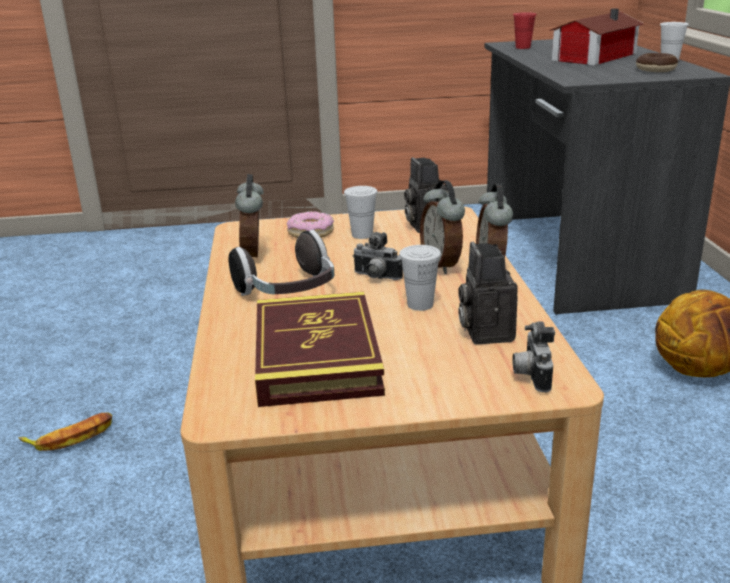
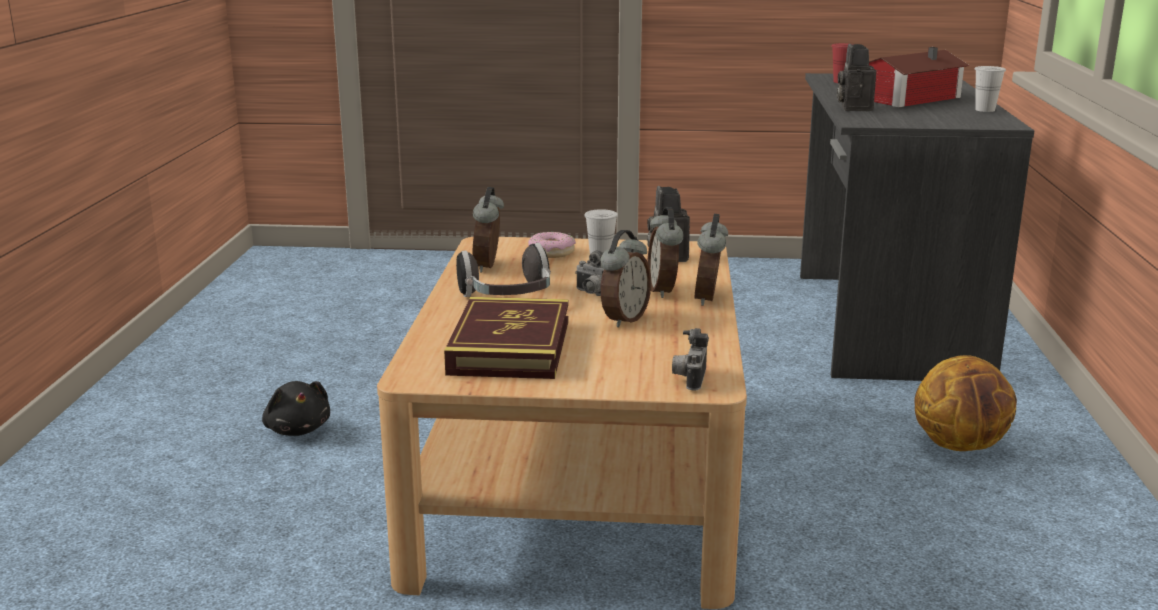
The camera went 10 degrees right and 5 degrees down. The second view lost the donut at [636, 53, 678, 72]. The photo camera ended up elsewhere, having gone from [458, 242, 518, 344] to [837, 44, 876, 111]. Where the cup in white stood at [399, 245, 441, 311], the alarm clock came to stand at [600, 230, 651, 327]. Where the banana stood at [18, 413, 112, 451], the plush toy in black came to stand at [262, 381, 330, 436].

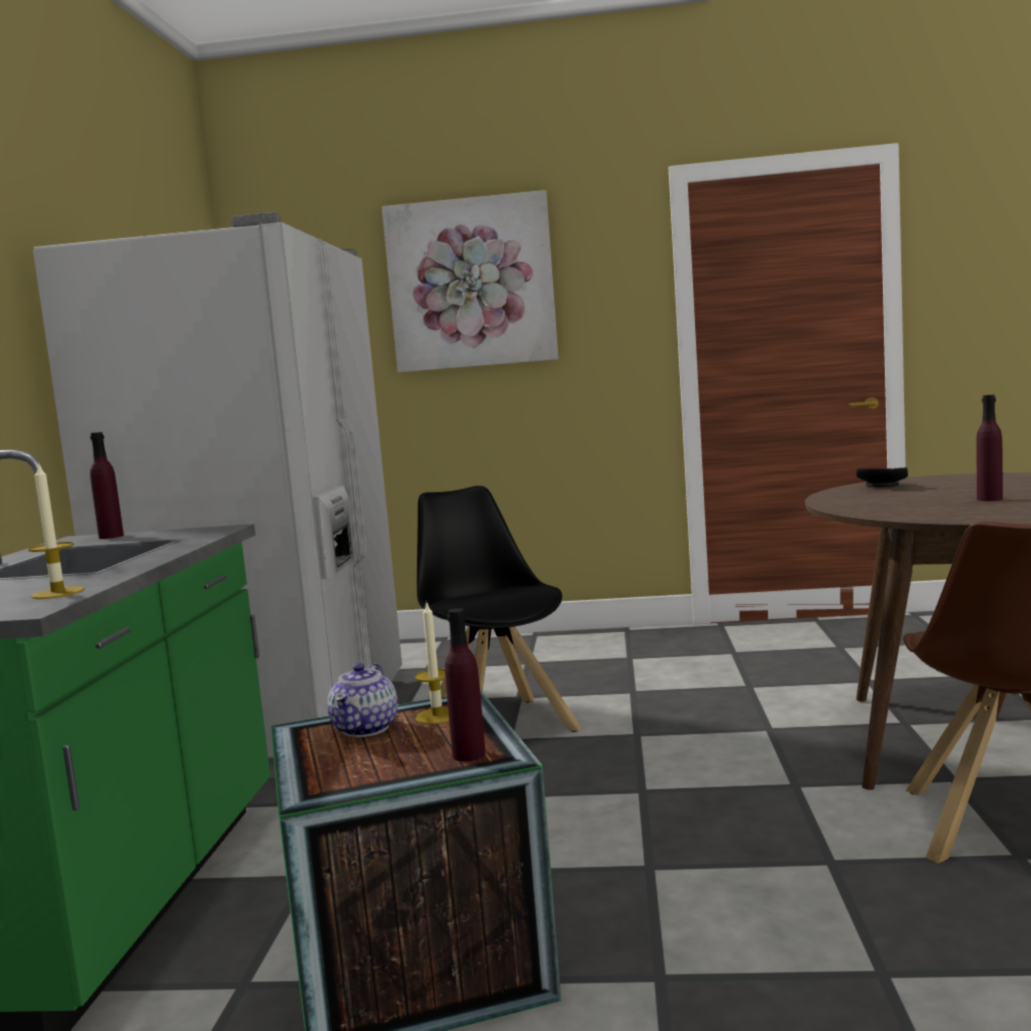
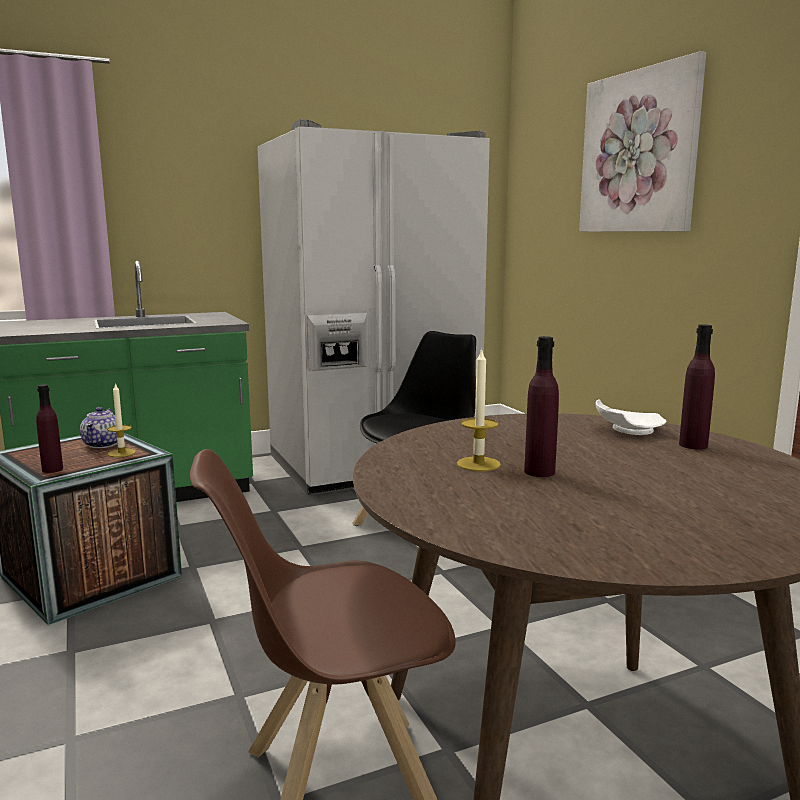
The camera went 60 degrees right and 5 degrees up. The bottle in purple ended up elsewhere, having gone from [90, 432, 124, 539] to [679, 324, 715, 449]. The candle ended up elsewhere, having gone from [28, 462, 85, 599] to [457, 348, 501, 471]. What was the plate in black at [856, 467, 908, 487] turned into the plate in white at [596, 399, 667, 435]. The teapot at [328, 663, 398, 737] ended up facing another way, 75 degrees counterclockwise from before.

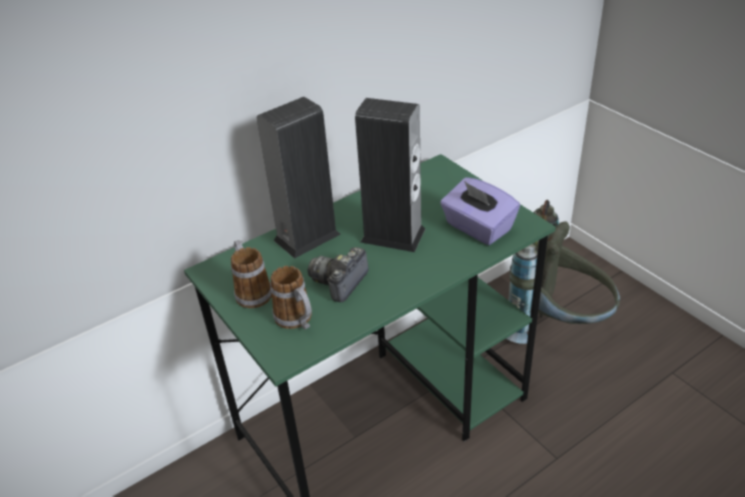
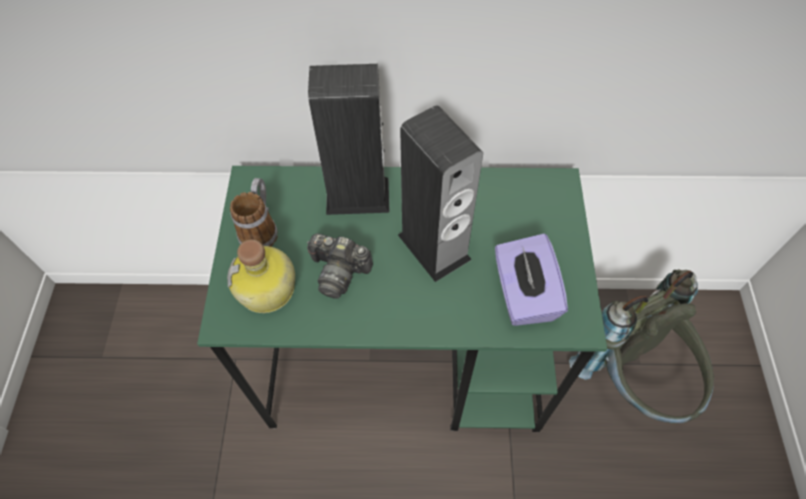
The camera went 35 degrees right and 20 degrees up. The photo camera at [308, 247, 369, 302] ended up facing another way, 135 degrees counterclockwise from before. Where the mug stood at [270, 266, 312, 330], the bottle came to stand at [227, 239, 295, 313].

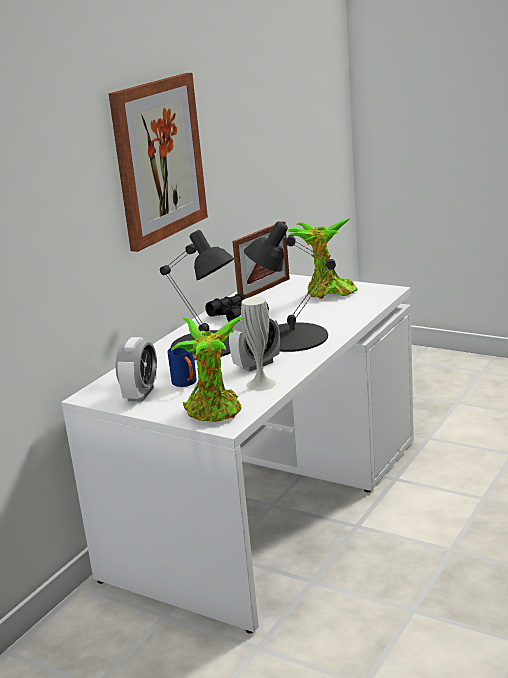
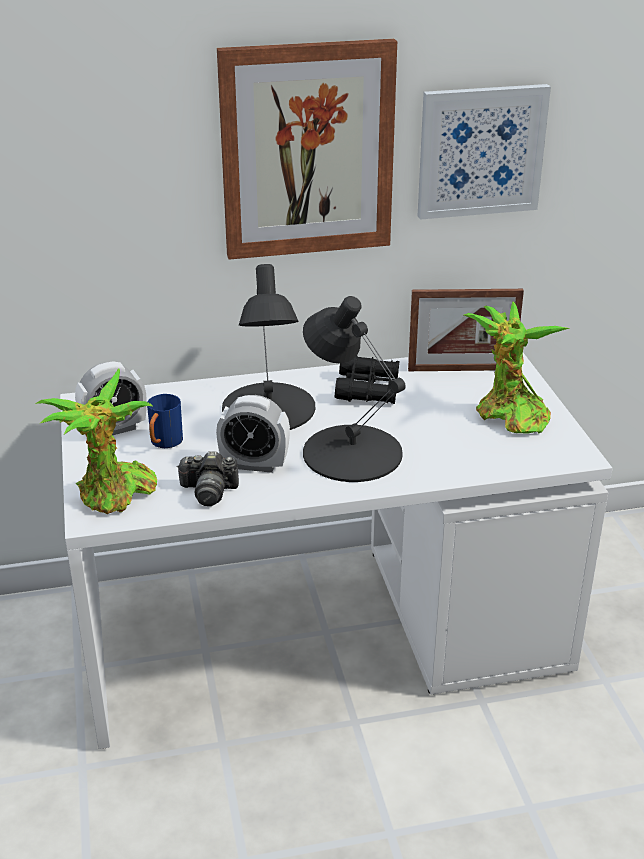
The camera went 45 degrees right and 10 degrees up. Where the vase in white stood at [241, 297, 276, 391], the photo camera came to stand at [176, 451, 239, 506]. The second view gained the picture at [418, 84, 551, 220].

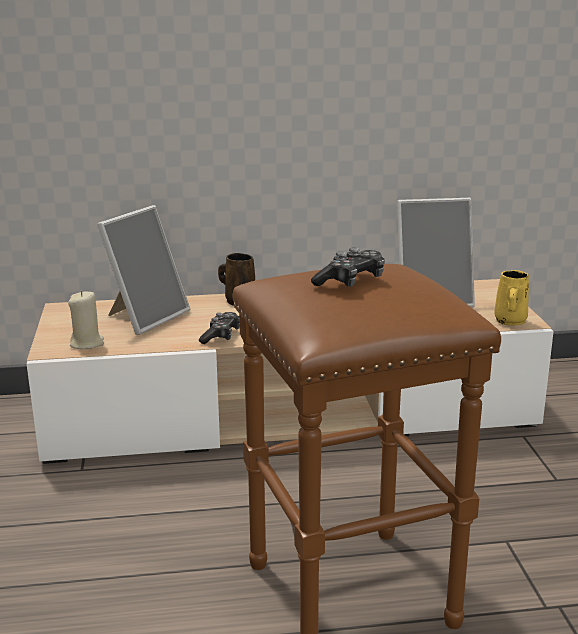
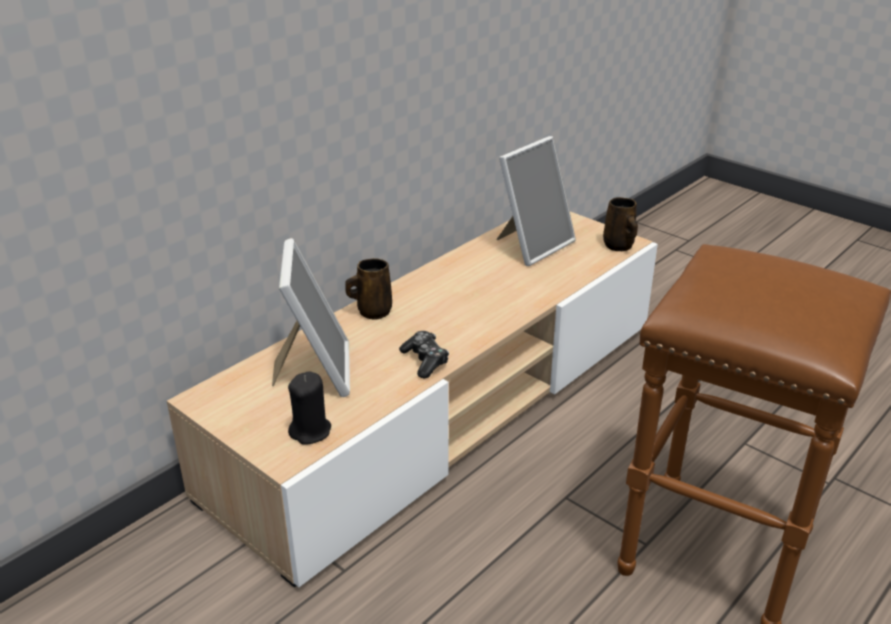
The camera went 40 degrees left and 10 degrees up. The second view lost the game controller at [311, 247, 385, 287]. What was the mug in yellow at [494, 270, 529, 326] turned into the mug in brown at [603, 197, 638, 251]. What was the candle in beige at [68, 291, 104, 349] turned into the candle in black at [288, 371, 331, 445].

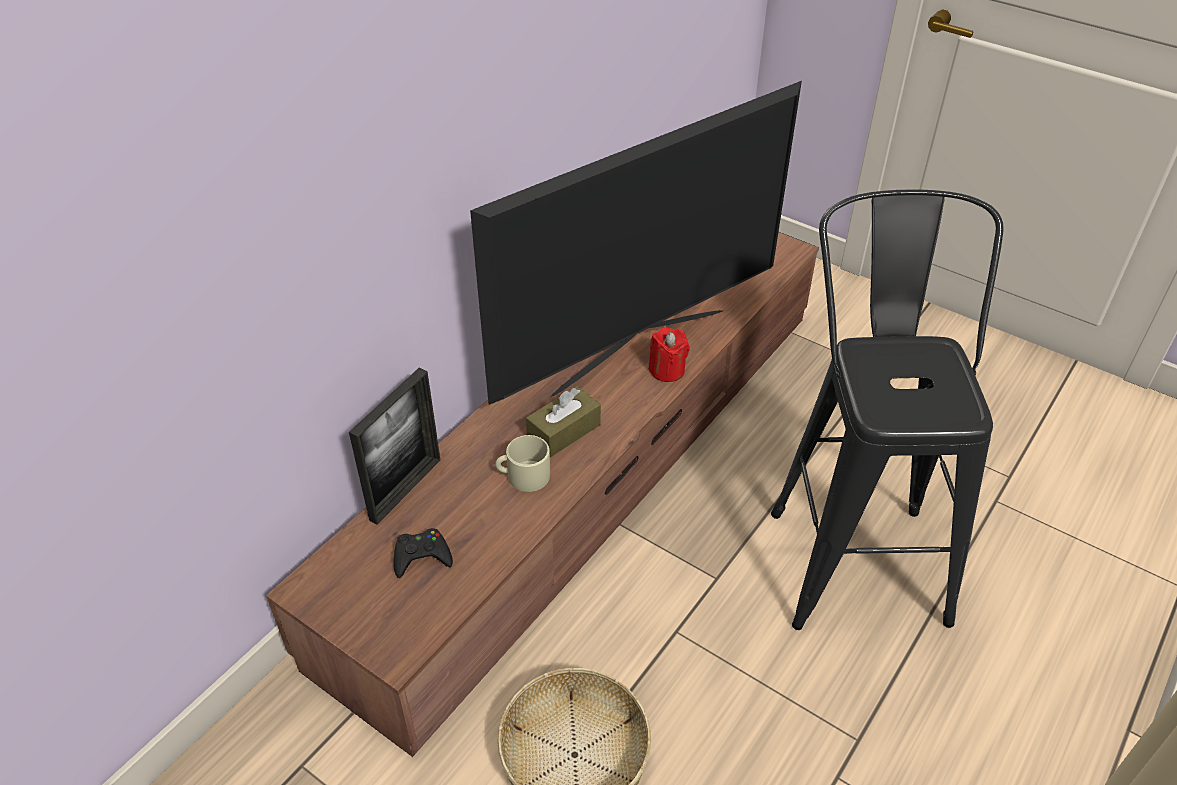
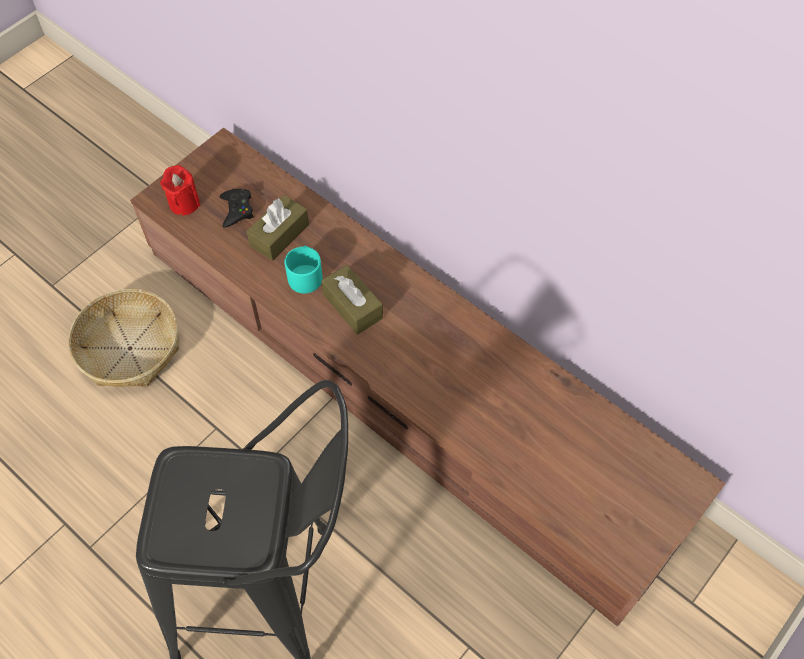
The camera went 95 degrees right and 15 degrees up. The second view lost the television at [470, 81, 802, 405]. The candle in red ended up elsewhere, having gone from [648, 327, 690, 382] to [160, 165, 200, 216]. The second view lost the picture frame at [349, 368, 440, 525]. What was the mug in beige at [495, 435, 550, 492] turned into the mug in turquoise at [284, 246, 322, 294]. The second view gained the tissue box in brown at [246, 195, 309, 261].

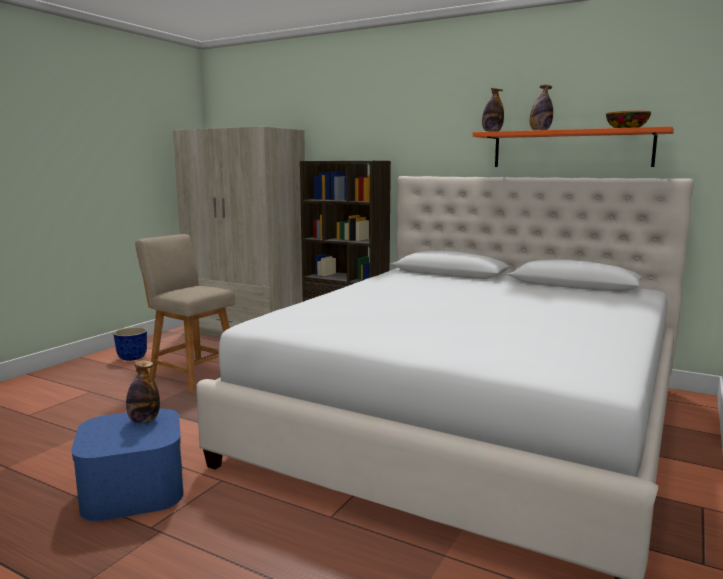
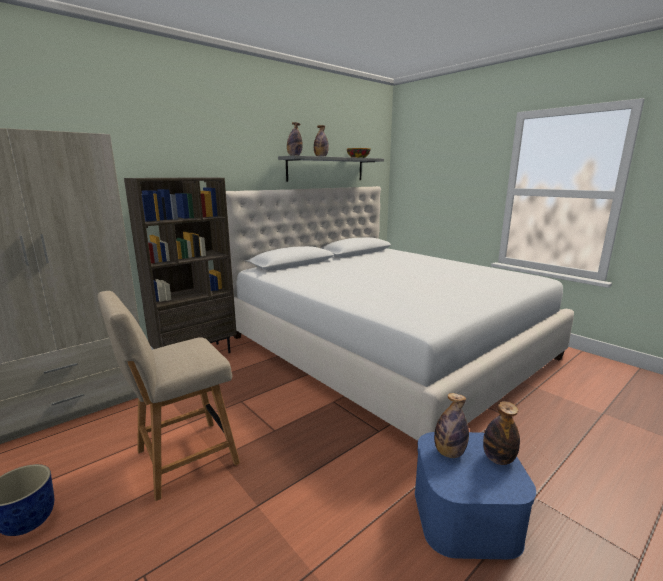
The camera went 70 degrees left and 5 degrees up. What was the shelf in orange at [473, 126, 674, 167] turned into the shelf in grey at [278, 156, 384, 182]. The second view gained the bottle at [483, 401, 520, 465].

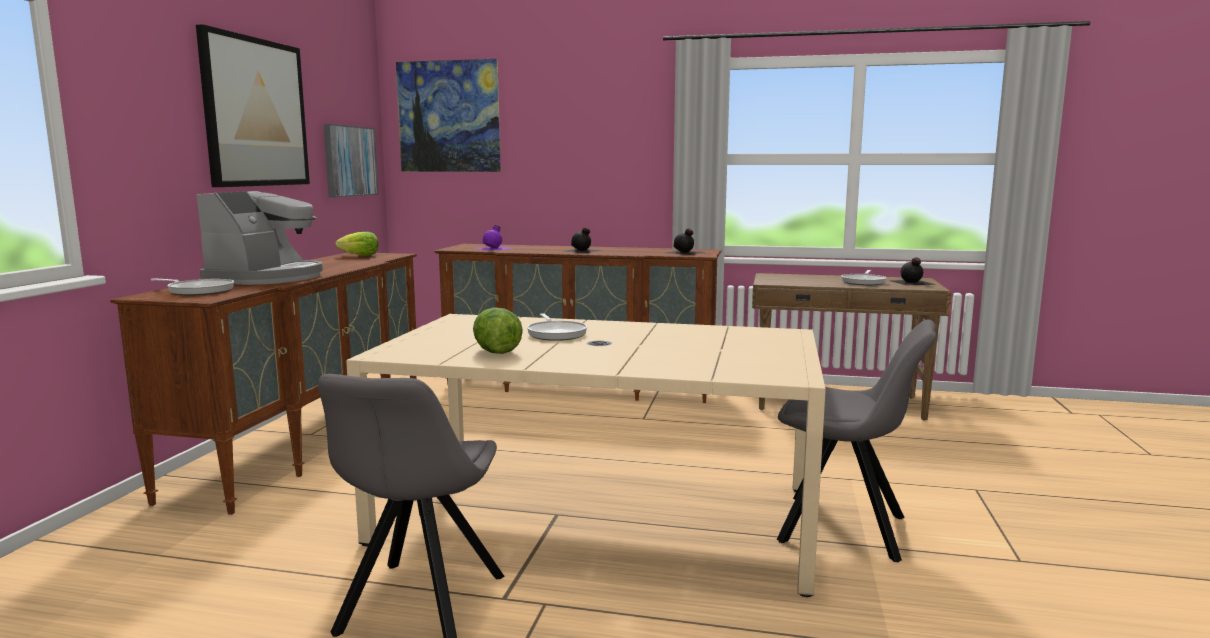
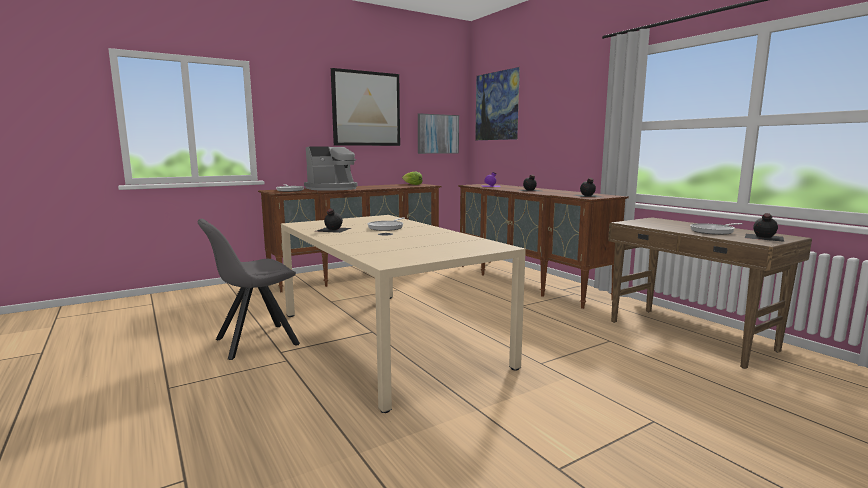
The camera went 45 degrees right and 0 degrees up. Where the lettuce stood at [473, 307, 523, 354], the bottle in black came to stand at [315, 209, 351, 233]. The second view lost the chair in grey at [777, 320, 936, 562].

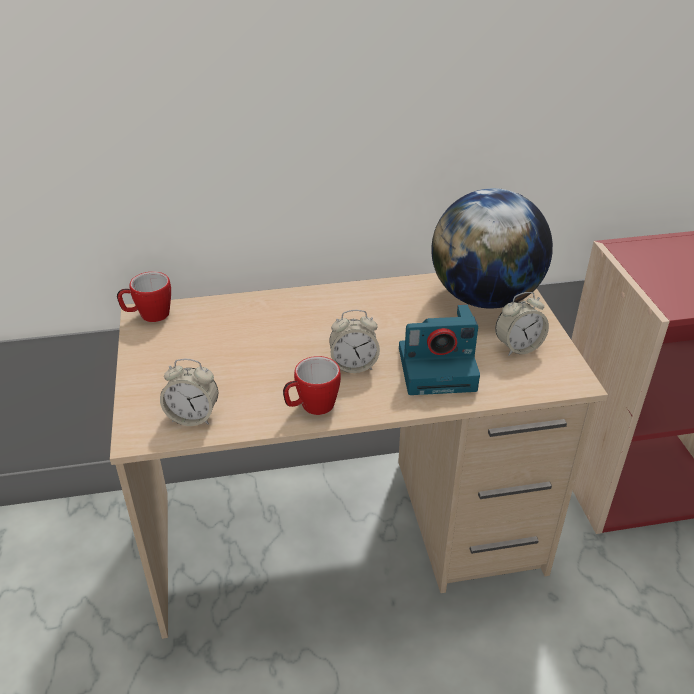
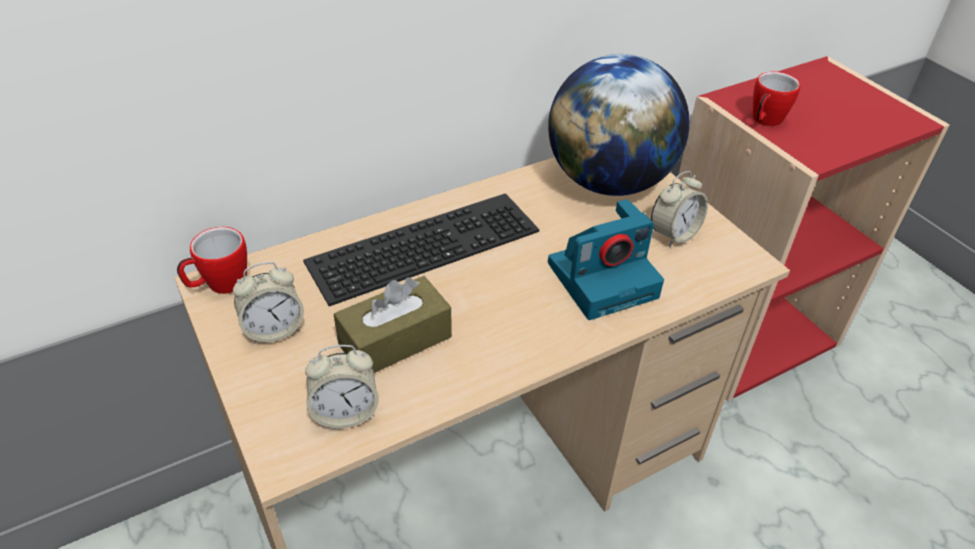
The camera went 20 degrees left and 5 degrees up. The alarm clock ended up elsewhere, having gone from [329, 310, 380, 373] to [233, 262, 304, 344]. The mug ended up elsewhere, having gone from [283, 356, 341, 415] to [753, 72, 800, 126]. The second view gained the keyboard at [303, 193, 539, 306]. The second view gained the tissue box in brown at [333, 276, 452, 373].

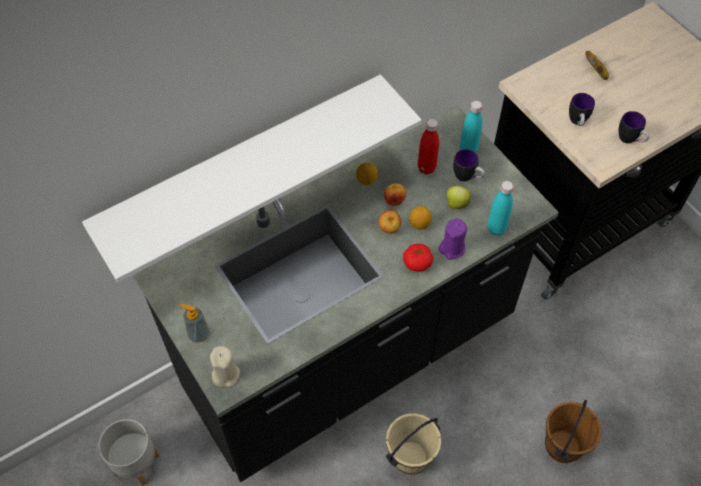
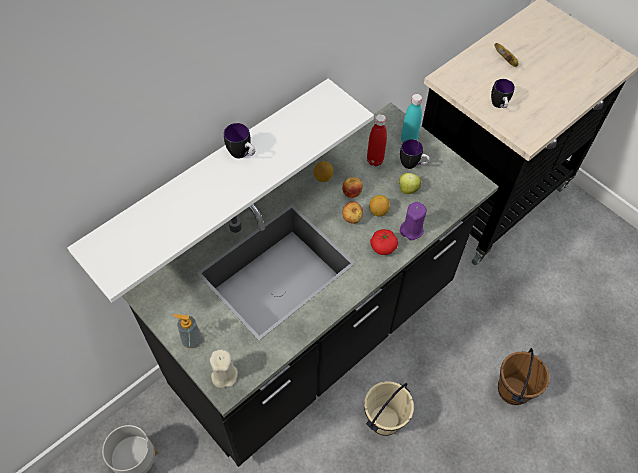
The camera went 10 degrees left and 0 degrees up. The mug ended up elsewhere, having gone from [619, 111, 650, 143] to [224, 123, 255, 158]. The second view lost the bottle in turquoise at [487, 181, 514, 235].

